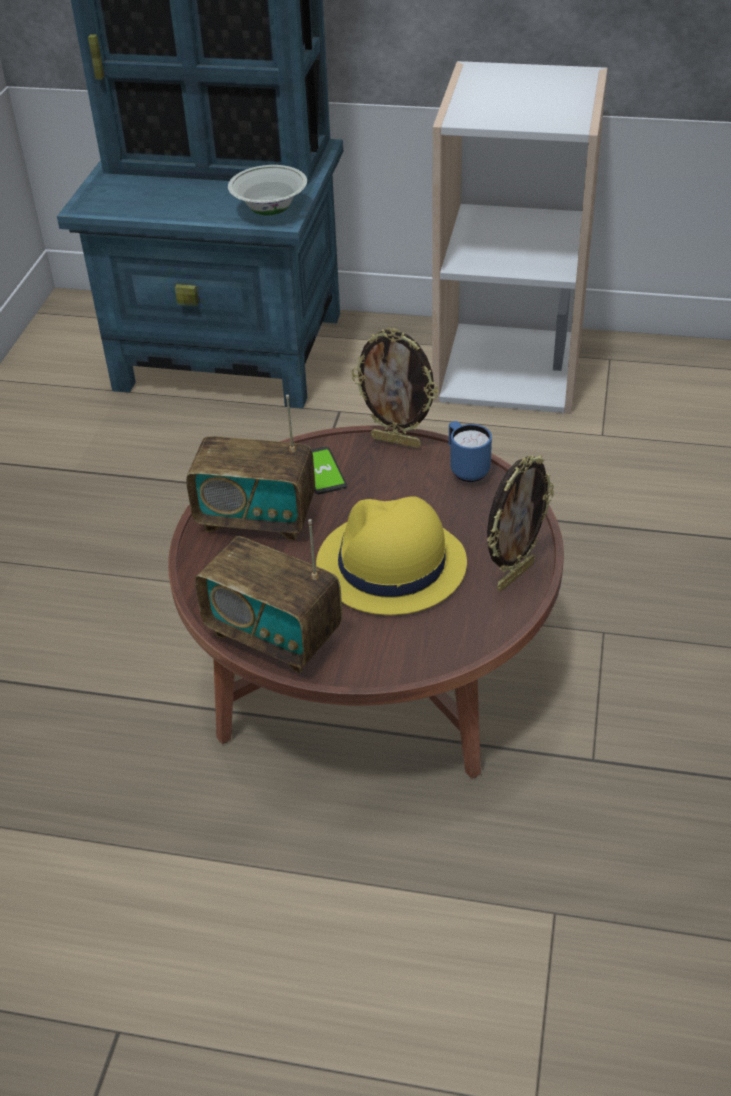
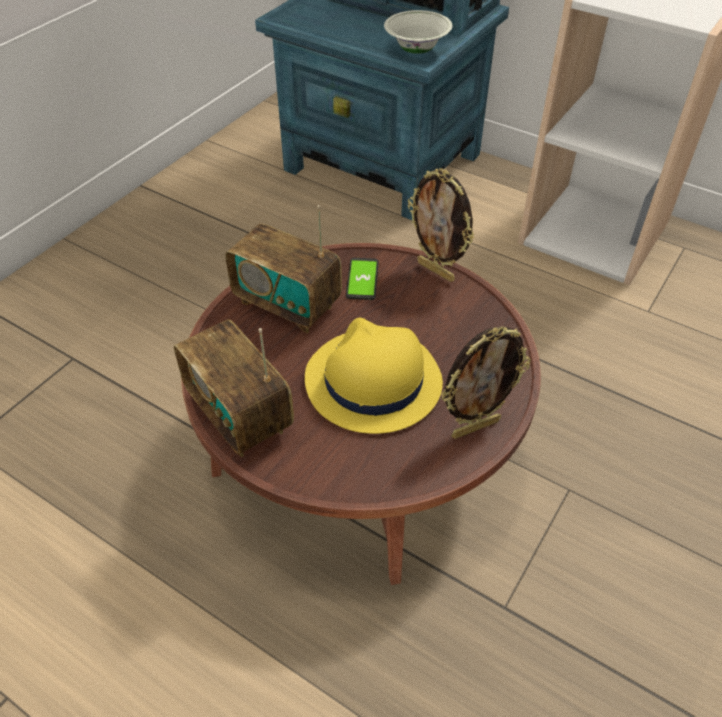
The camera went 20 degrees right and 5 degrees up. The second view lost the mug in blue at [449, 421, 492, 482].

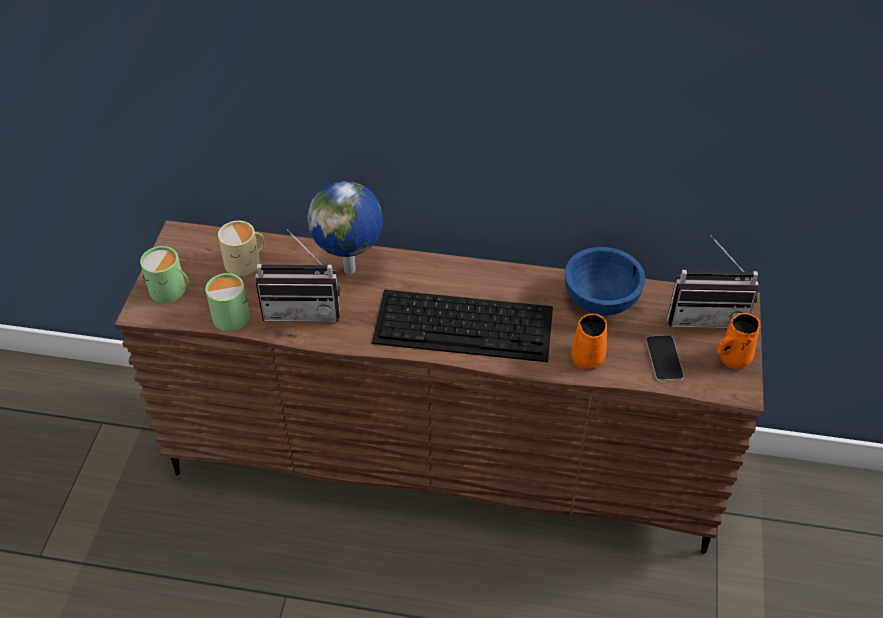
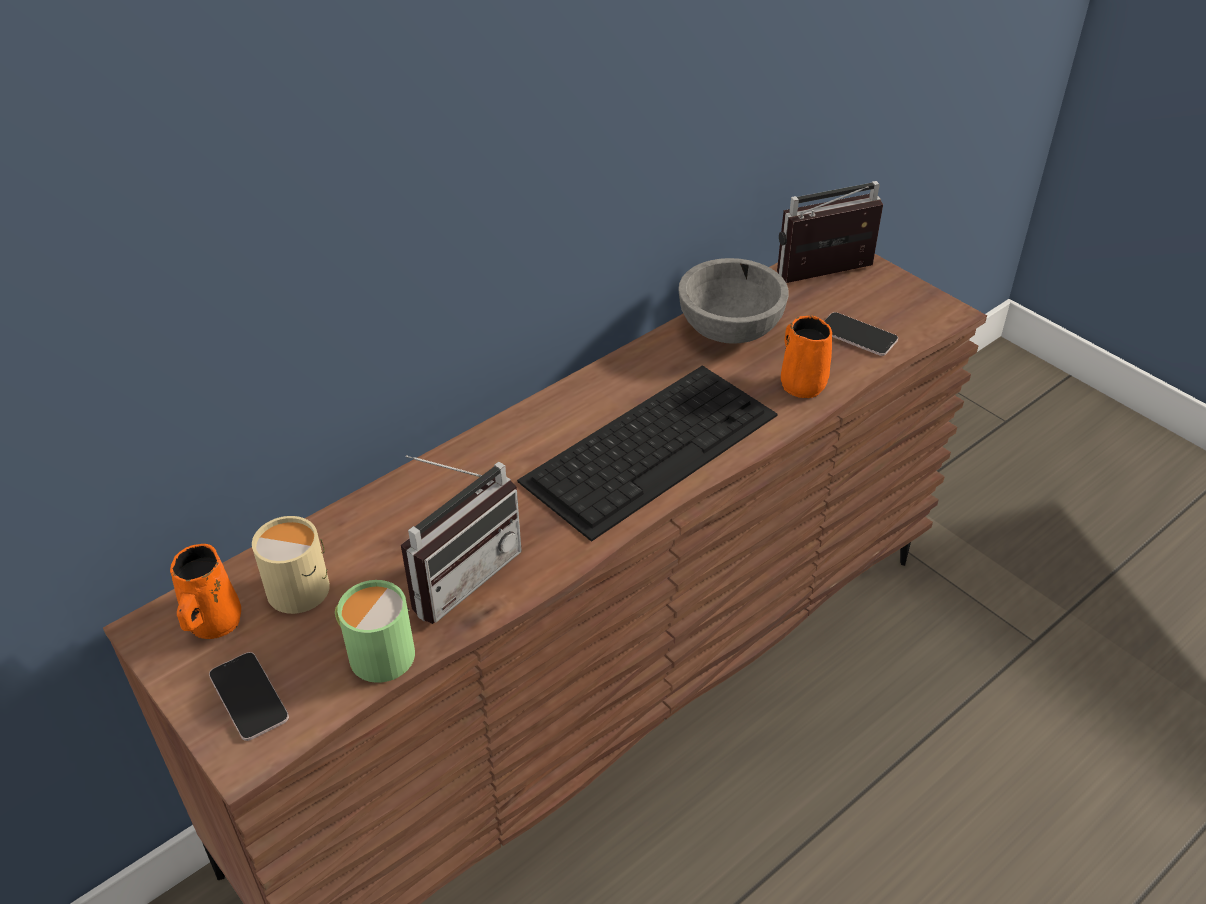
The camera went 50 degrees left and 5 degrees down. The second view lost the globe at [307, 181, 383, 274]. The radio at [667, 236, 758, 328] ended up facing another way, 150 degrees counterclockwise from before. Where the mug in green stood at [140, 246, 189, 303], the phone came to stand at [209, 652, 289, 741]. What was the bowl in blue at [565, 247, 646, 316] turned into the bowl in grey at [678, 258, 789, 344]. The mug in orange ended up elsewhere, having gone from [716, 313, 760, 369] to [170, 544, 241, 639].

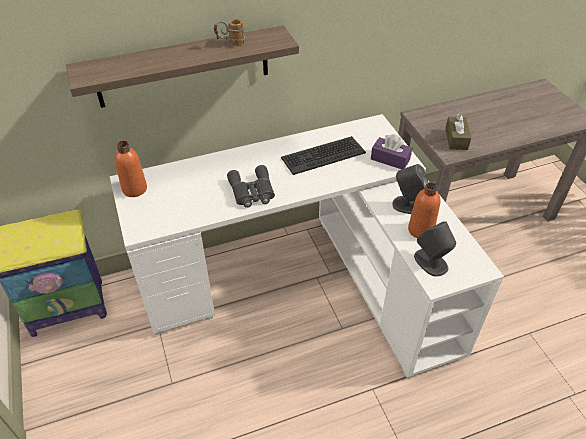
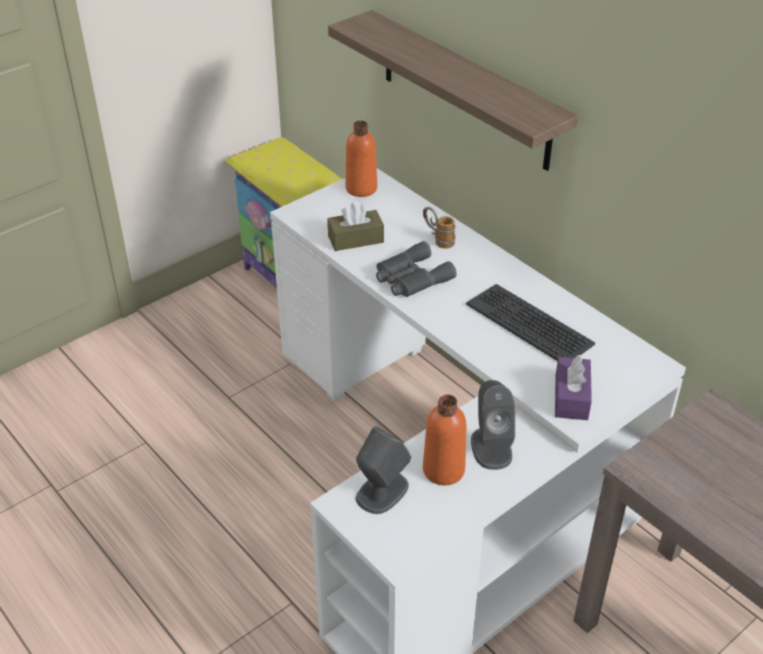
The camera went 70 degrees right and 5 degrees down. The mug ended up elsewhere, having gone from [214, 19, 245, 46] to [423, 207, 456, 249]. The tissue box in brown ended up elsewhere, having gone from [445, 114, 471, 150] to [327, 202, 384, 251].

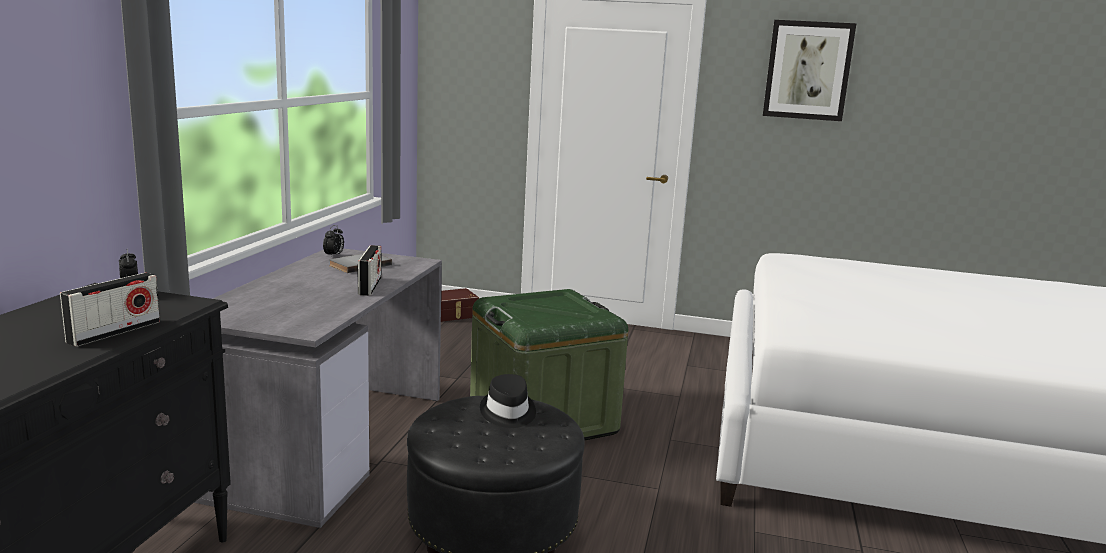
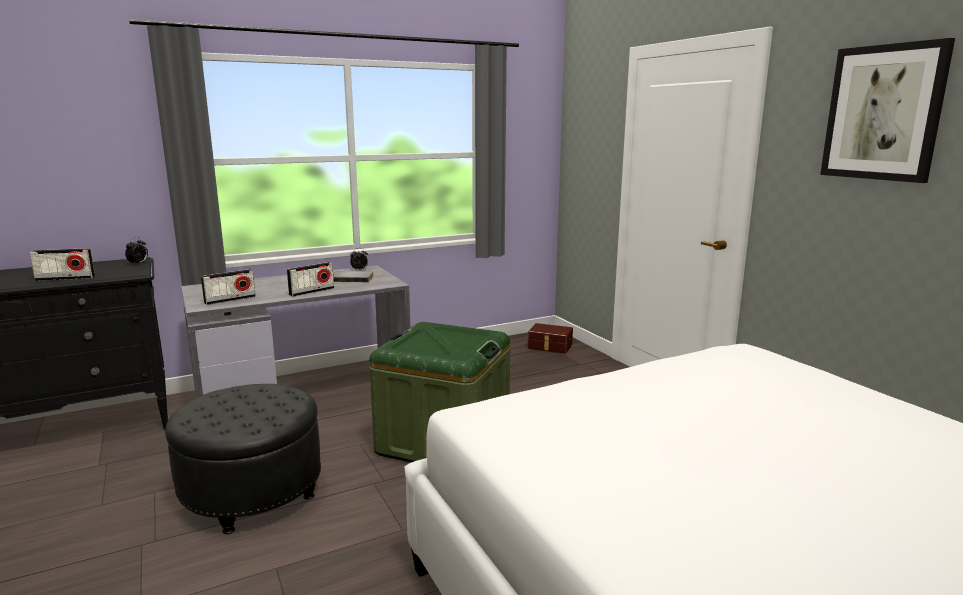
The camera went 50 degrees right and 0 degrees up. The second view lost the hat in black at [480, 374, 536, 428]. The second view gained the radio at [201, 269, 256, 305].

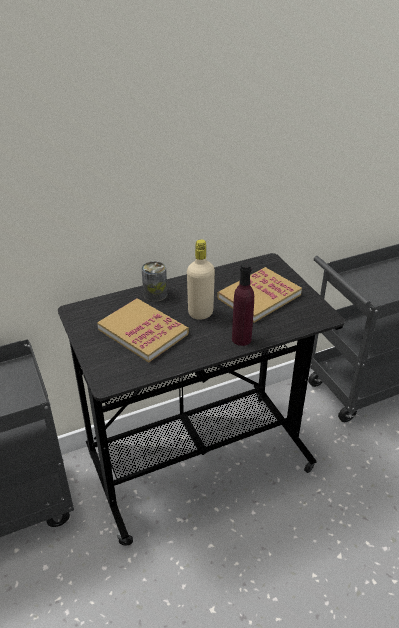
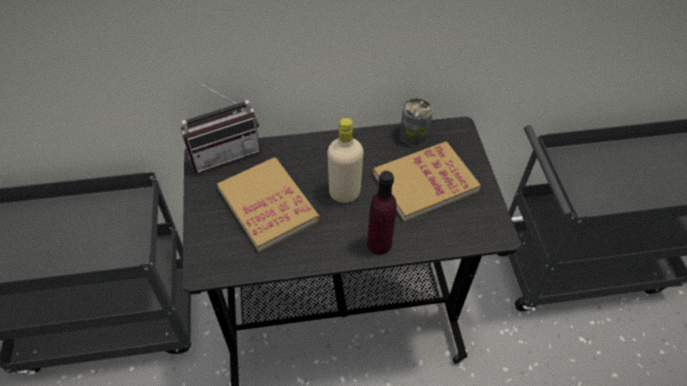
The camera went 15 degrees right and 15 degrees up. The can ended up elsewhere, having gone from [142, 261, 167, 302] to [400, 98, 433, 146]. The second view gained the radio at [181, 81, 260, 173].

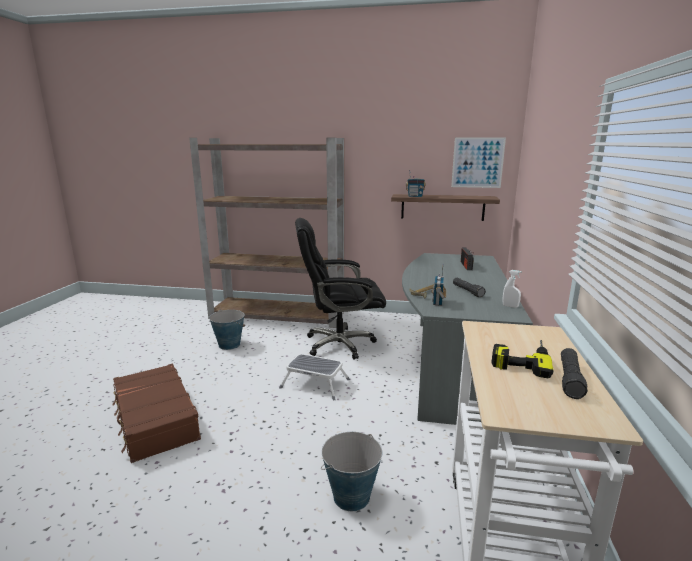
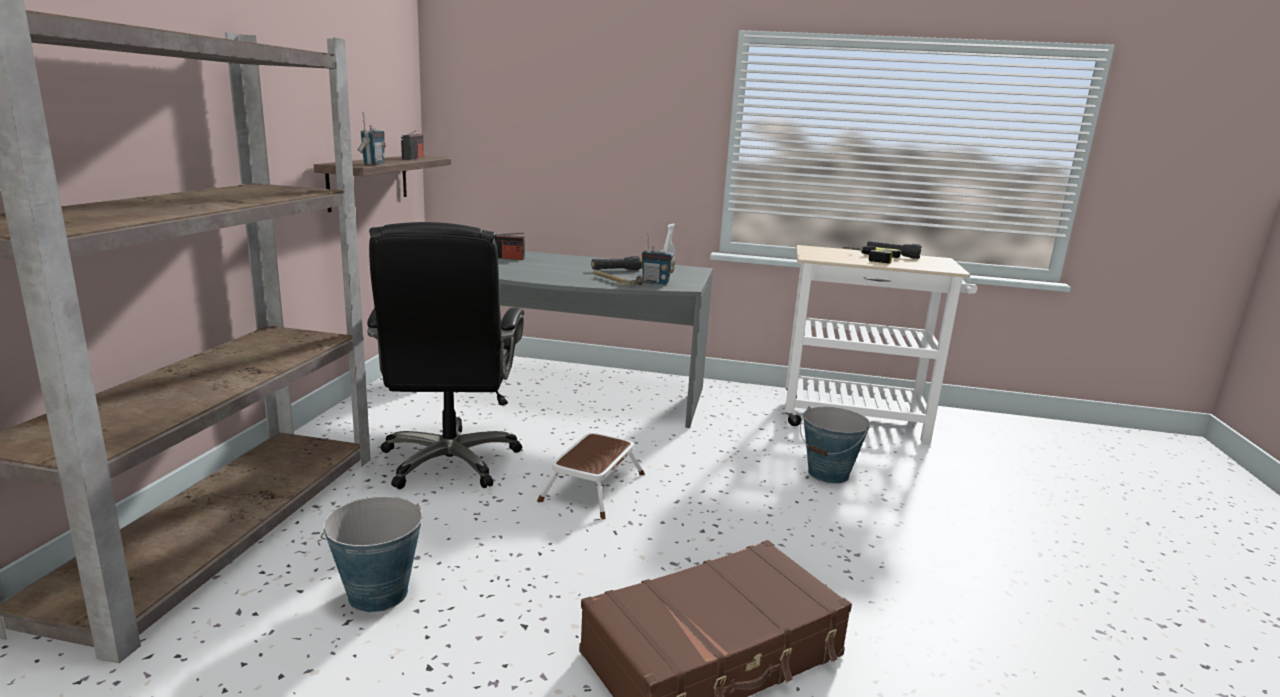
The camera went 90 degrees left and 0 degrees up. The second view lost the picture at [451, 137, 506, 188]. What was the step ladder in grey at [279, 354, 350, 401] turned into the step ladder in brown at [537, 433, 645, 520]. The second view gained the radio at [401, 130, 424, 160].

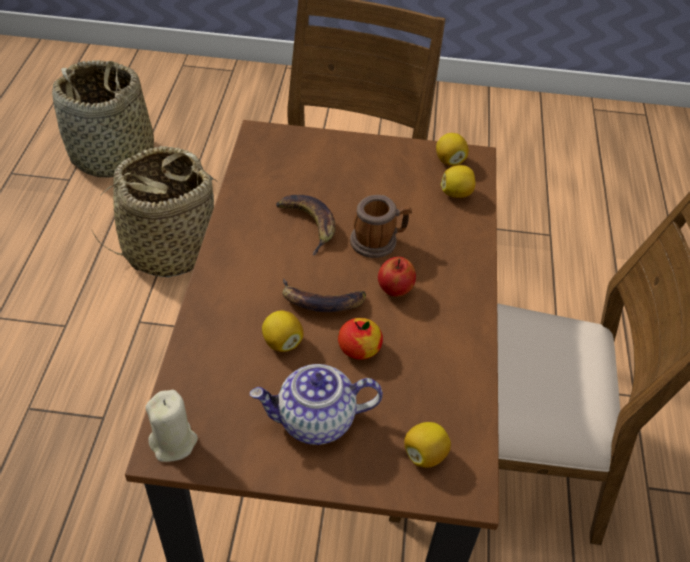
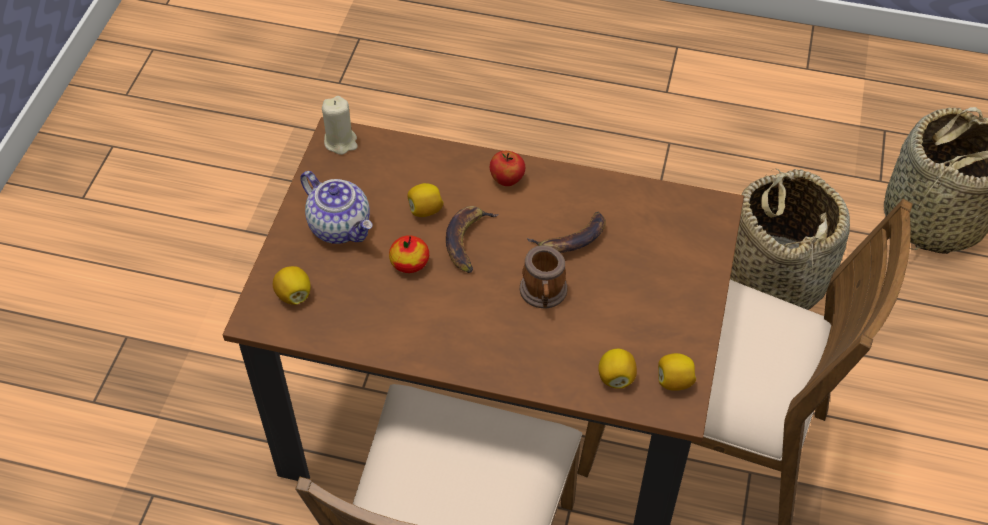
The camera went 100 degrees right and 5 degrees up. The apple ended up elsewhere, having gone from [378, 257, 416, 297] to [489, 151, 525, 186]. The teapot at [250, 364, 383, 445] ended up facing another way, 135 degrees clockwise from before.

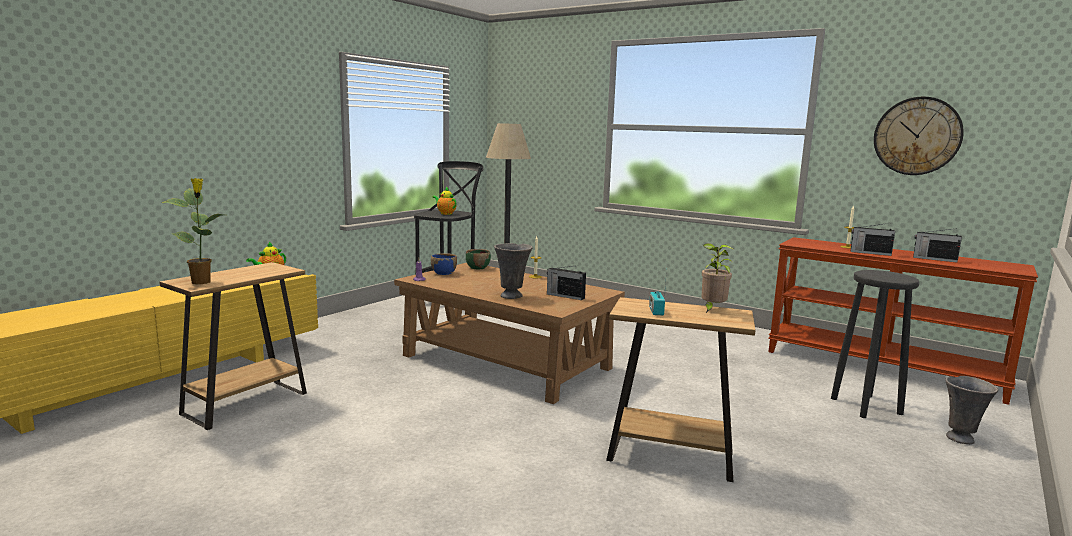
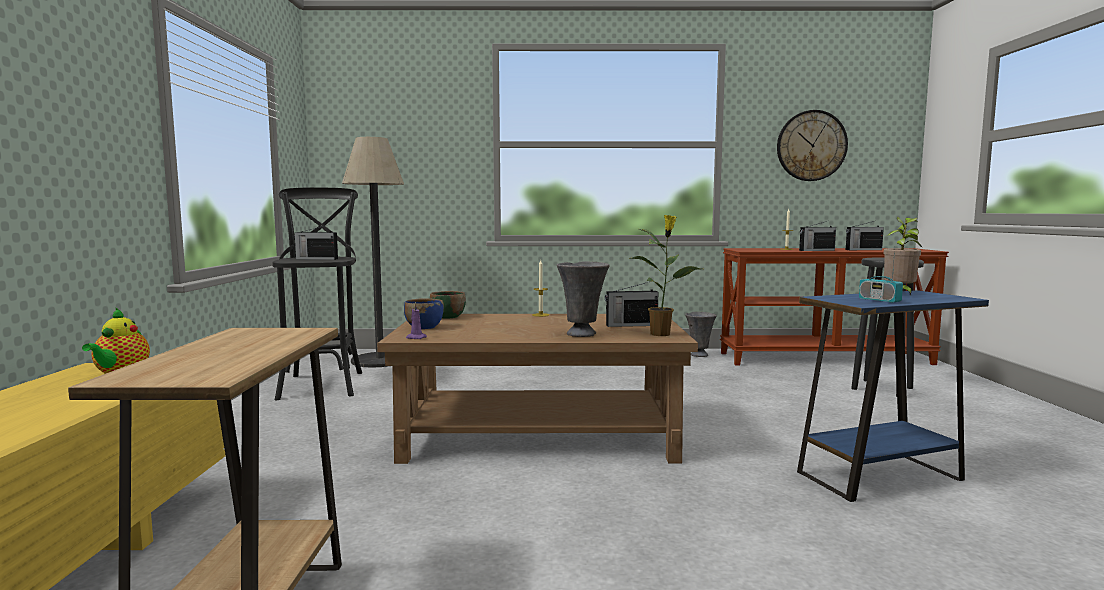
The camera went 35 degrees left and 5 degrees down. The potted plant ended up elsewhere, having gone from [162, 178, 223, 284] to [630, 215, 701, 336]. Where the teapot stood at [433, 187, 456, 215], the radio came to stand at [294, 225, 338, 260]. What was the side table in brown at [606, 297, 755, 482] turned into the side table in blue at [797, 290, 989, 502]. The vase in grey ended up elsewhere, having gone from [945, 376, 998, 444] to [685, 312, 717, 357].

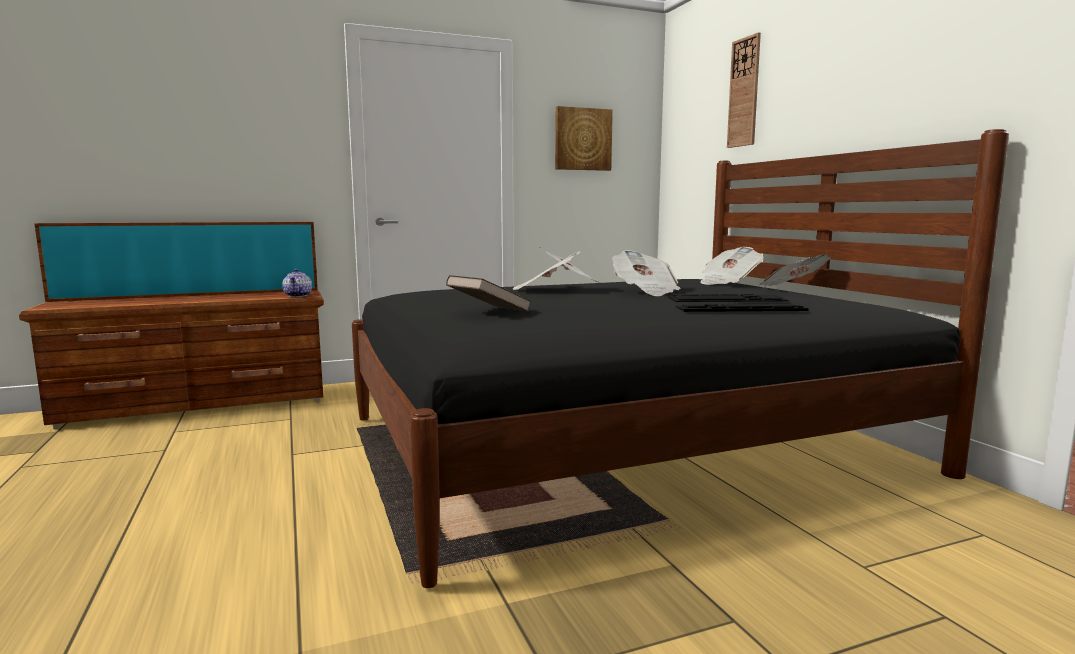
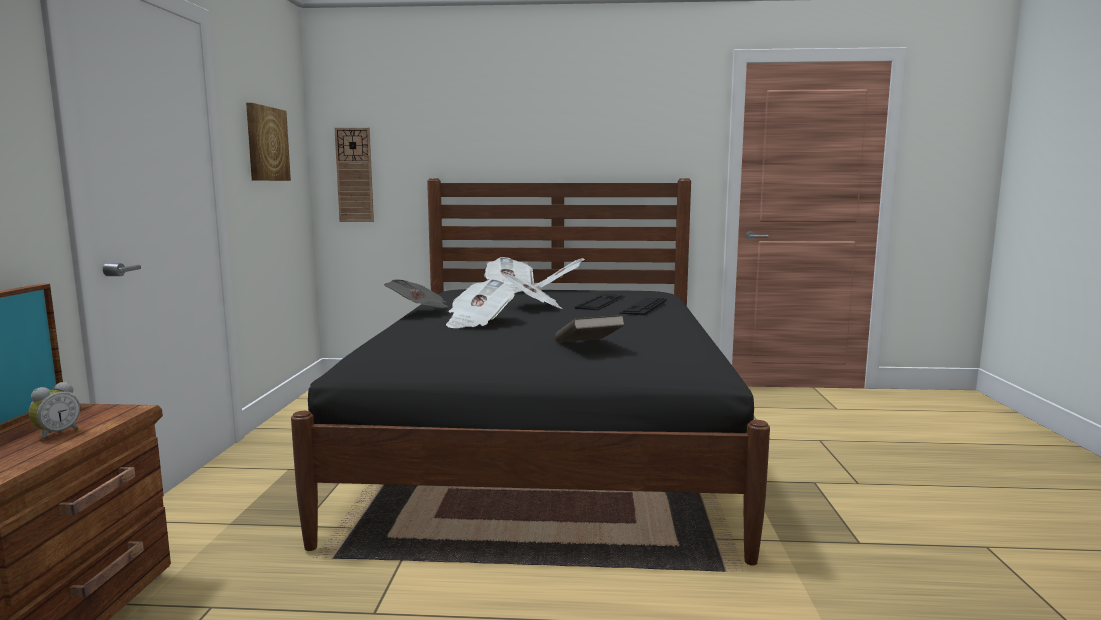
The camera went 65 degrees left and 0 degrees up. The wall clock ended up elsewhere, having gone from [727, 32, 761, 148] to [334, 127, 374, 222]. The second view lost the teapot at [282, 269, 312, 297]. The second view gained the alarm clock at [29, 381, 80, 440].

